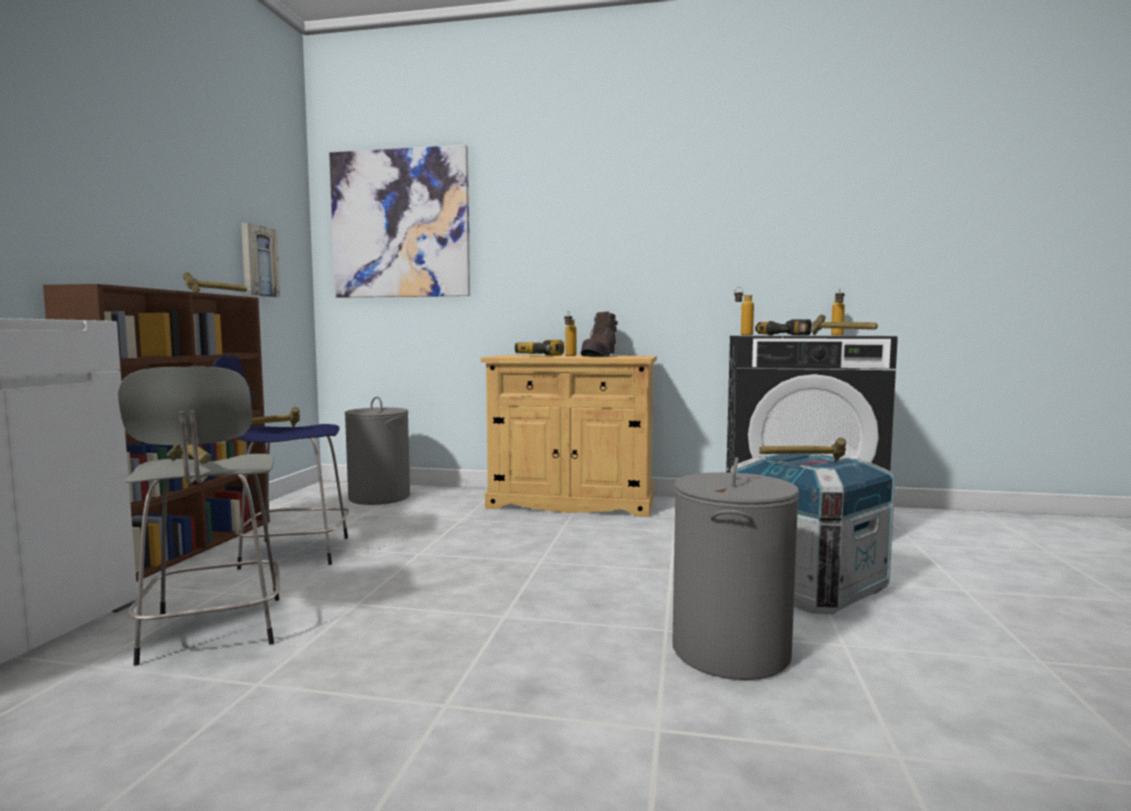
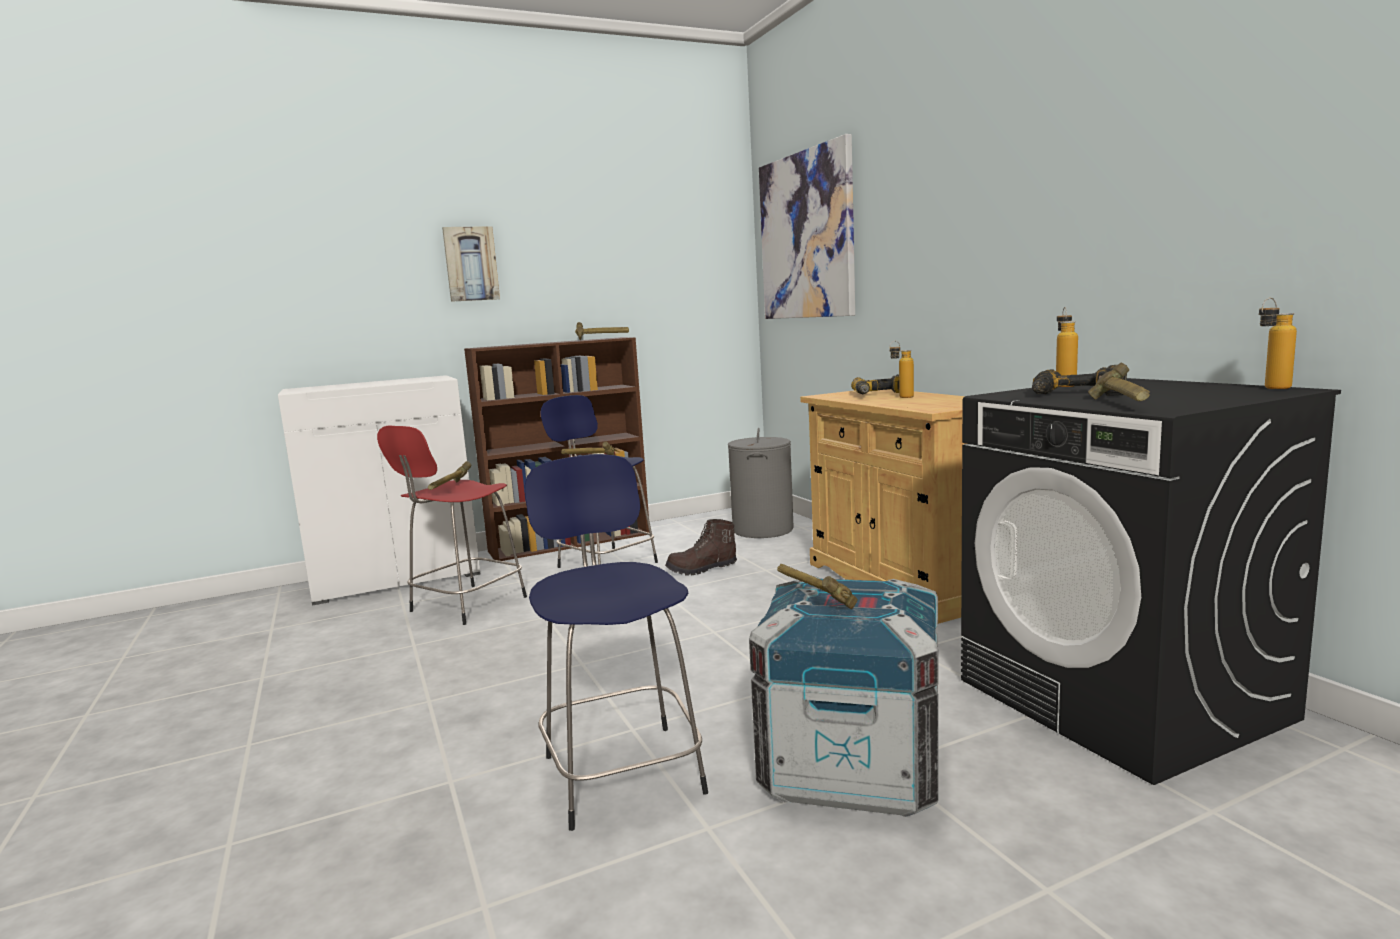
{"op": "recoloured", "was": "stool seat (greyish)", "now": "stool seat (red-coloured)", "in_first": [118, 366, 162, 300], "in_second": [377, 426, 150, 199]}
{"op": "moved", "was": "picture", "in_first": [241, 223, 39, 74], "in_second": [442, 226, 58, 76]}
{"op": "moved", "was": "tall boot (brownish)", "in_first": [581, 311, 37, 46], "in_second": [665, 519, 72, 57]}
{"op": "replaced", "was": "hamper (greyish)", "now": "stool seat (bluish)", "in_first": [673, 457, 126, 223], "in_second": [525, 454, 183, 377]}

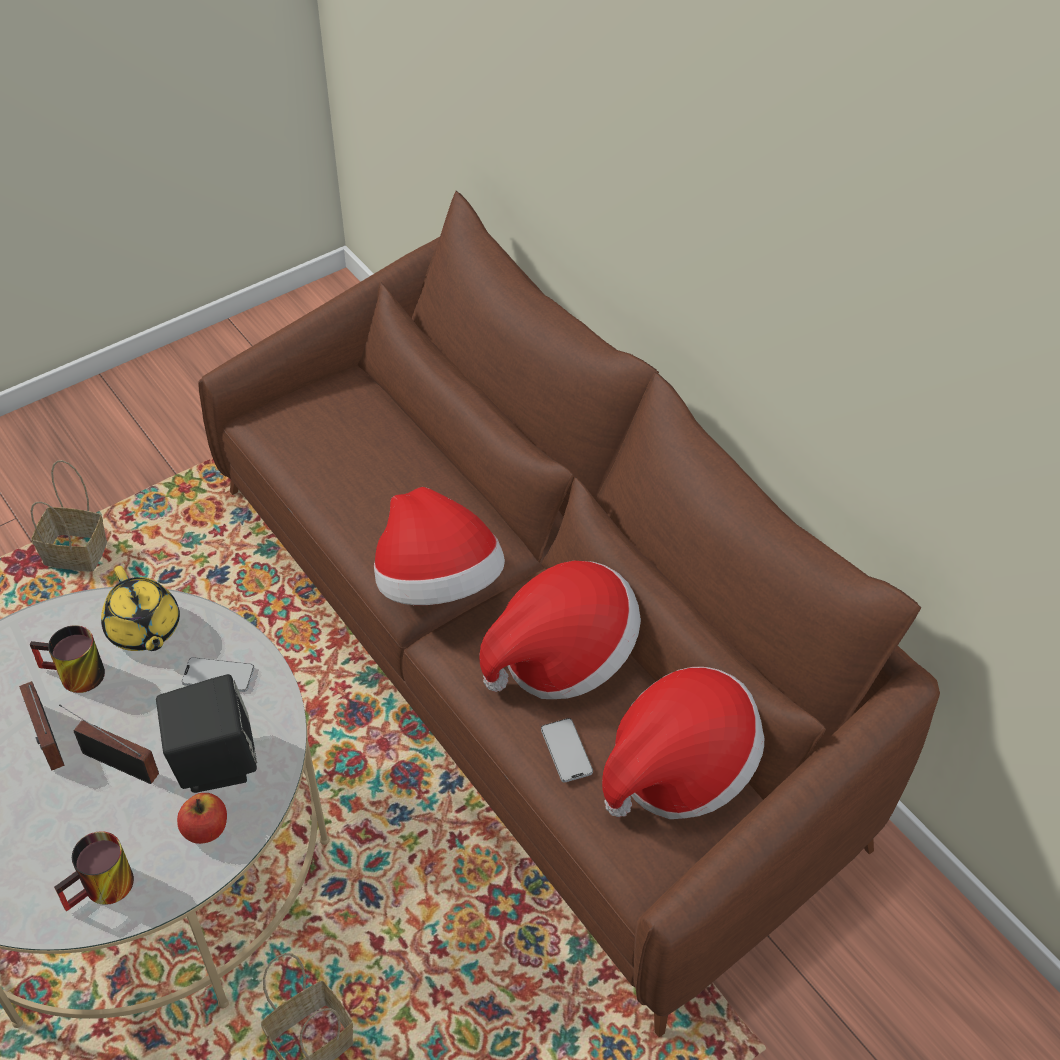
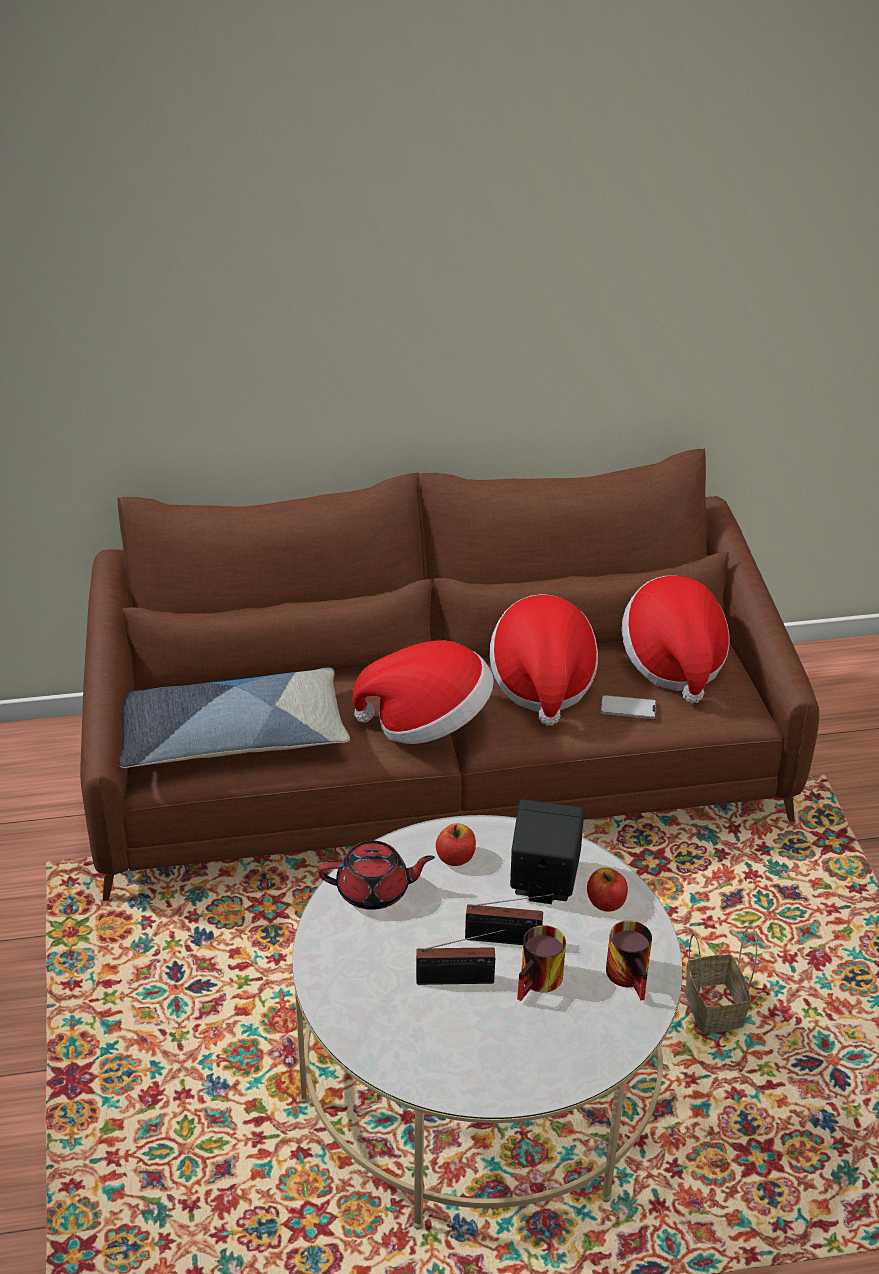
{"op": "removed", "was": "basket", "in_first": [30, 460, 77, 112]}
{"op": "moved", "was": "mug", "in_first": [30, 625, 75, 68], "in_second": [517, 925, 49, 76]}
{"op": "turned", "was": "radio set", "in_first": [59, 705, 100, 79], "in_second": [465, 894, 89, 51], "clockwise": -135}
{"op": "recoloured", "was": "teapot (yellow-coloured)", "now": "teapot (red-coloured)", "in_first": [101, 566, 79, 85], "in_second": [318, 841, 117, 69]}
{"op": "replaced", "was": "telephone", "now": "apple fruit", "in_first": [182, 657, 72, 35], "in_second": [436, 824, 40, 42]}
{"op": "added", "now": "pillow", "in_second": [119, 668, 231, 100]}

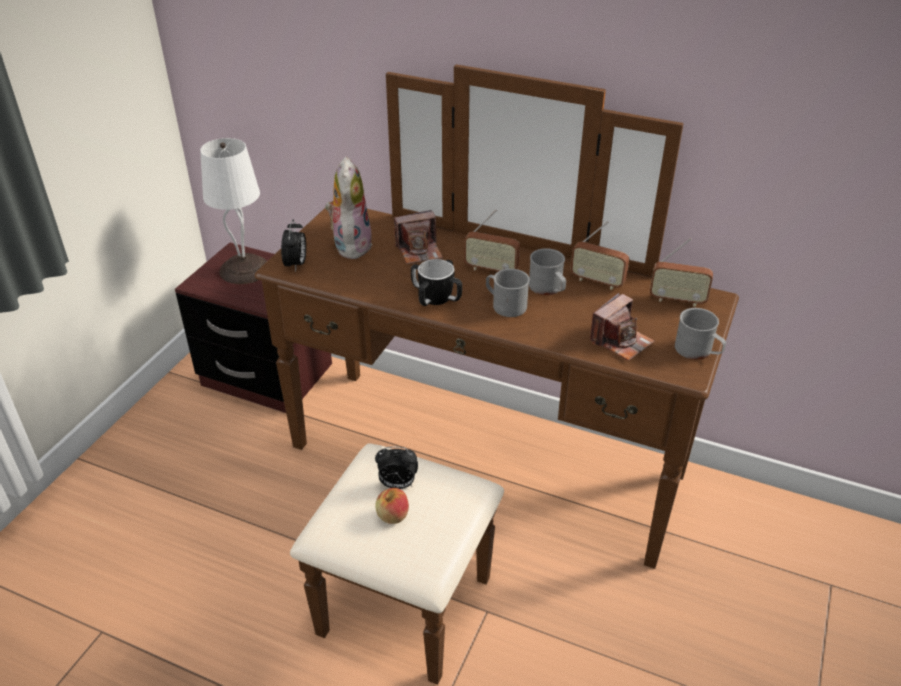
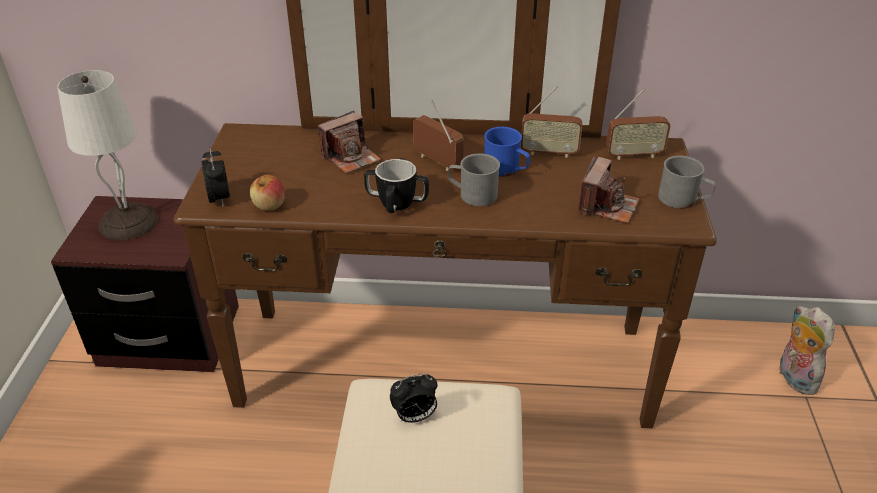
{"op": "moved", "was": "soft toy", "in_first": [325, 157, 47, 102], "in_second": [779, 305, 56, 90]}
{"op": "moved", "was": "apple fruit", "in_first": [375, 488, 34, 36], "in_second": [250, 174, 35, 37]}
{"op": "turned", "was": "radio set", "in_first": [464, 209, 56, 62], "in_second": [413, 100, 51, 71], "clockwise": -135}
{"op": "recoloured", "was": "mug (greyish)", "now": "mug (bluish)", "in_first": [529, 248, 37, 47], "in_second": [484, 127, 46, 50]}

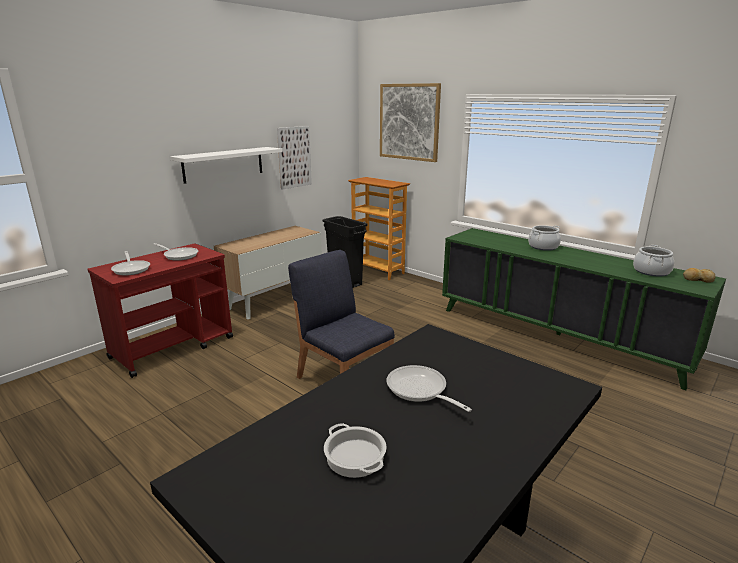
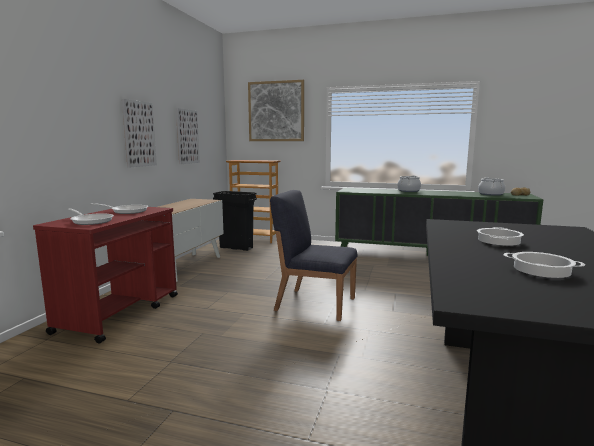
{"op": "replaced", "was": "wall shelf (white-coloured)", "now": "picture", "in_first": [170, 147, 113, 37], "in_second": [122, 99, 35, 69]}
{"op": "replaced", "was": "pan", "now": "stockpot", "in_first": [387, 365, 85, 47], "in_second": [477, 227, 47, 19]}

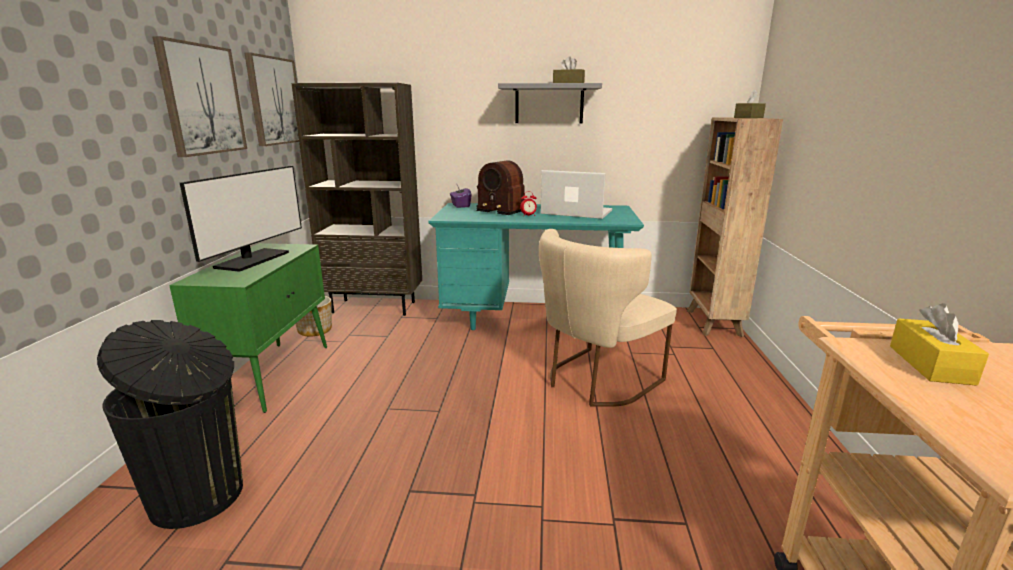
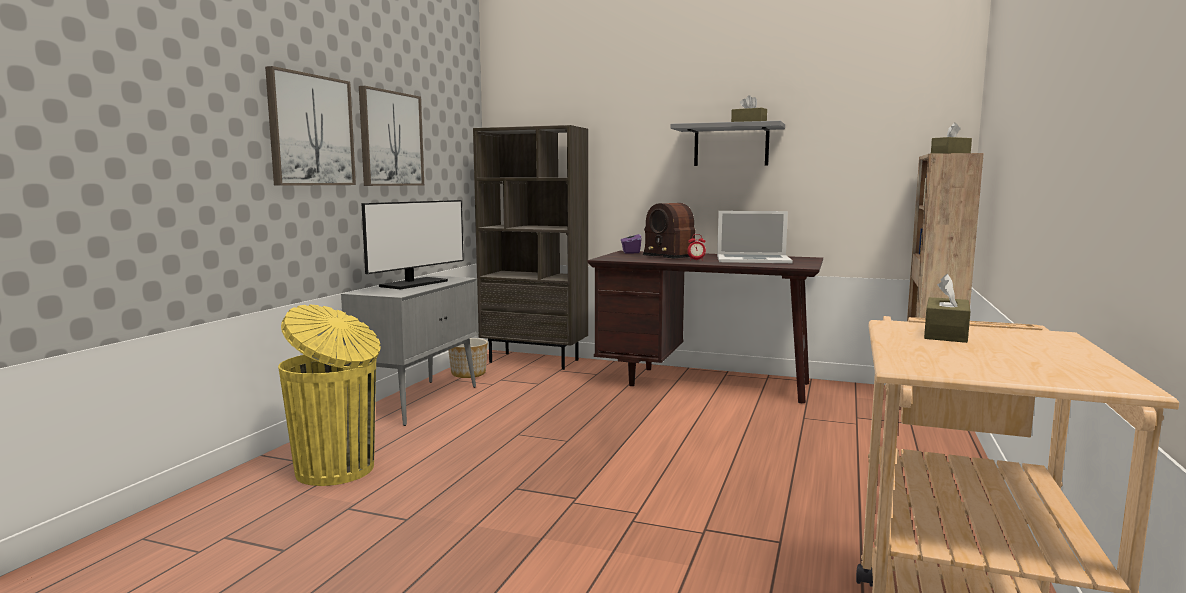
{"op": "recoloured", "was": "rubbish bin (blackish)", "now": "rubbish bin (yellow-coloured)", "in_first": [97, 320, 146, 209], "in_second": [278, 305, 103, 181]}
{"op": "recoloured", "was": "storage cabinet (greenish)", "now": "storage cabinet (greyish)", "in_first": [169, 243, 158, 170], "in_second": [341, 275, 138, 151]}
{"op": "moved", "was": "picture", "in_first": [245, 52, 54, 94], "in_second": [265, 66, 91, 120]}
{"op": "recoloured", "was": "desk table (turquoise-coloured)", "now": "desk table (brownish)", "in_first": [428, 203, 216, 127], "in_second": [587, 251, 236, 152]}
{"op": "removed", "was": "plain chair (beige)", "in_first": [539, 229, 138, 178]}
{"op": "turned", "was": "laptop", "in_first": [541, 170, 71, 49], "in_second": [717, 211, 76, 52], "clockwise": 150}
{"op": "recoloured", "was": "tissue box (yellow-coloured)", "now": "tissue box (brownish)", "in_first": [890, 303, 99, 83], "in_second": [924, 274, 46, 69]}

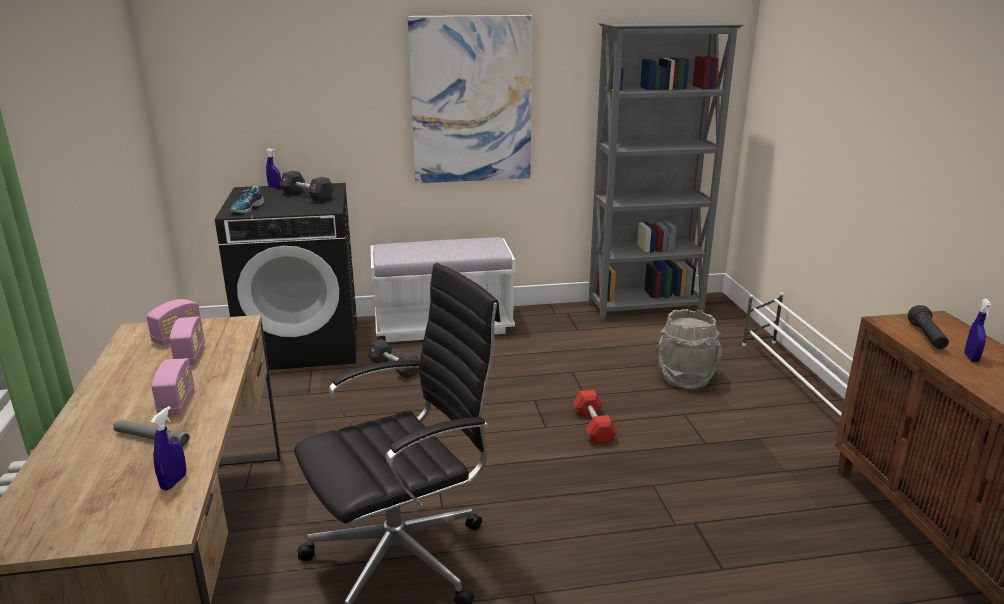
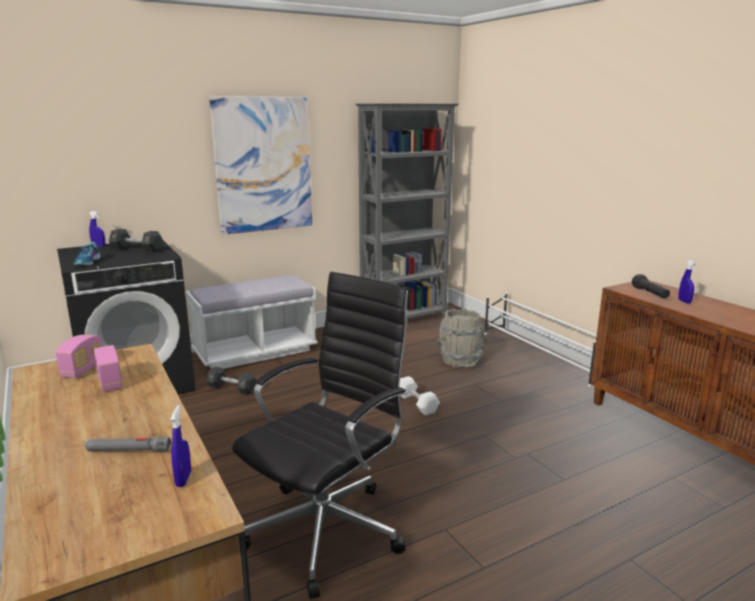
{"op": "removed", "was": "radio set", "in_first": [151, 358, 43, 58]}
{"op": "recoloured", "was": "free weight (red-coloured)", "now": "free weight (white-coloured)", "in_first": [573, 390, 45, 54], "in_second": [399, 376, 41, 40]}

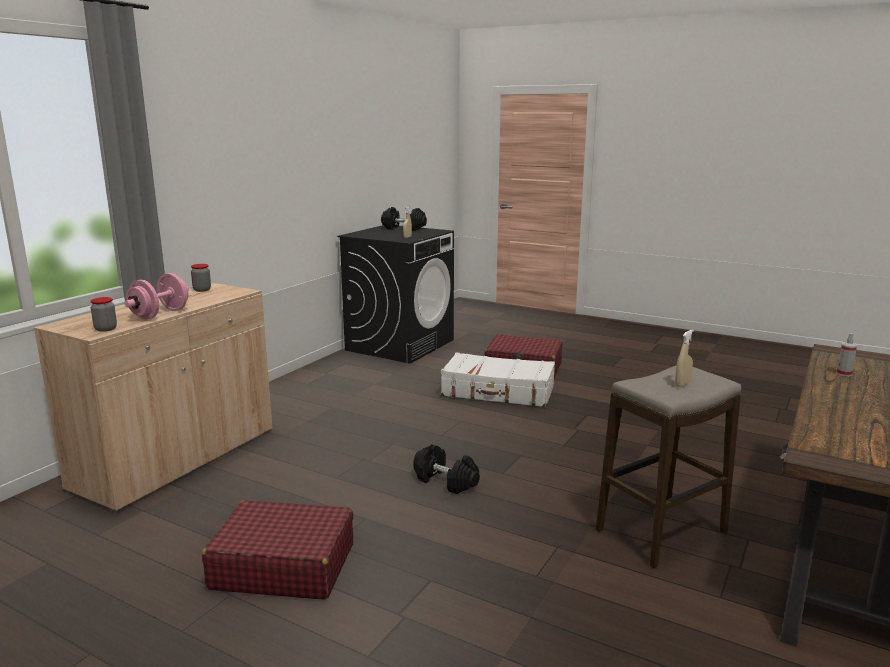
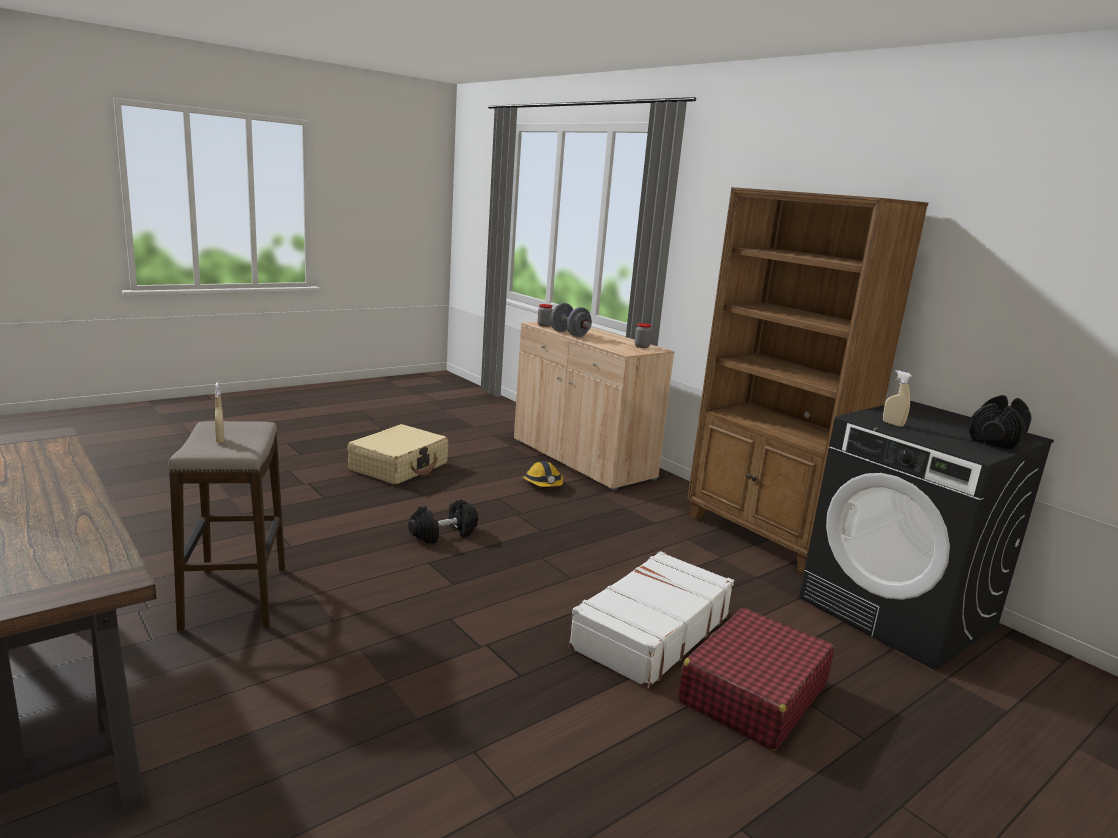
{"op": "recoloured", "was": "free weight (pinkish)", "now": "free weight (greyish)", "in_first": [125, 273, 64, 47], "in_second": [550, 303, 42, 34]}
{"op": "recoloured", "was": "travel case (red-coloured)", "now": "travel case (beige)", "in_first": [202, 501, 151, 98], "in_second": [347, 424, 101, 61]}
{"op": "removed", "was": "hand sprayer", "in_first": [837, 333, 20, 43]}
{"op": "added", "now": "hard hat", "in_second": [523, 461, 40, 26]}
{"op": "added", "now": "bookshelf (brownish)", "in_second": [687, 187, 241, 387]}

